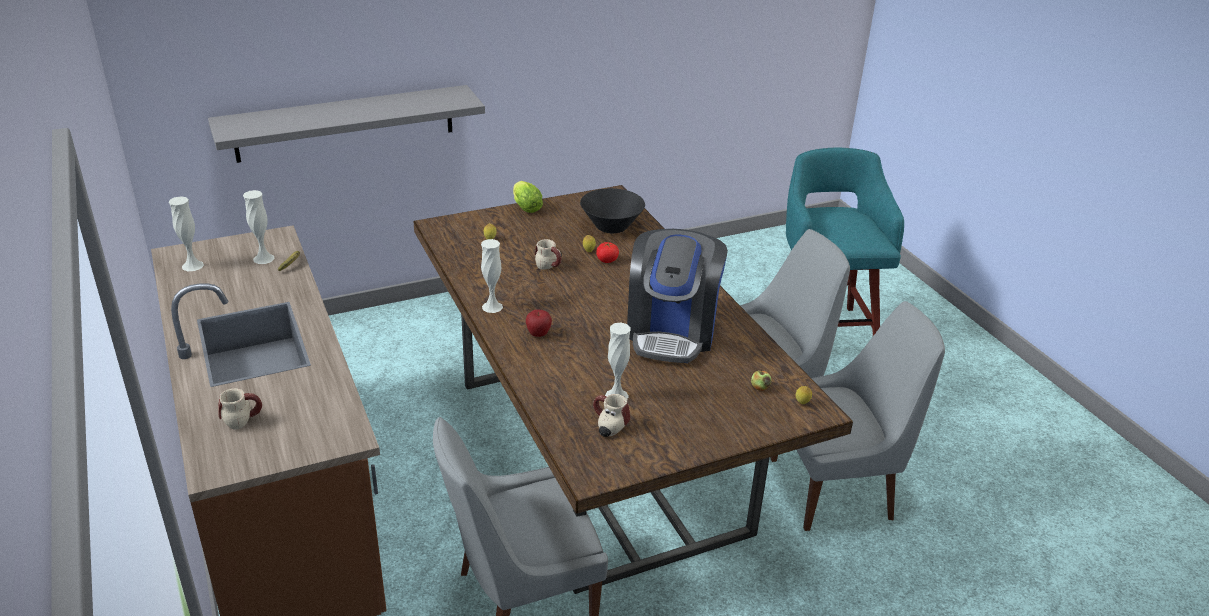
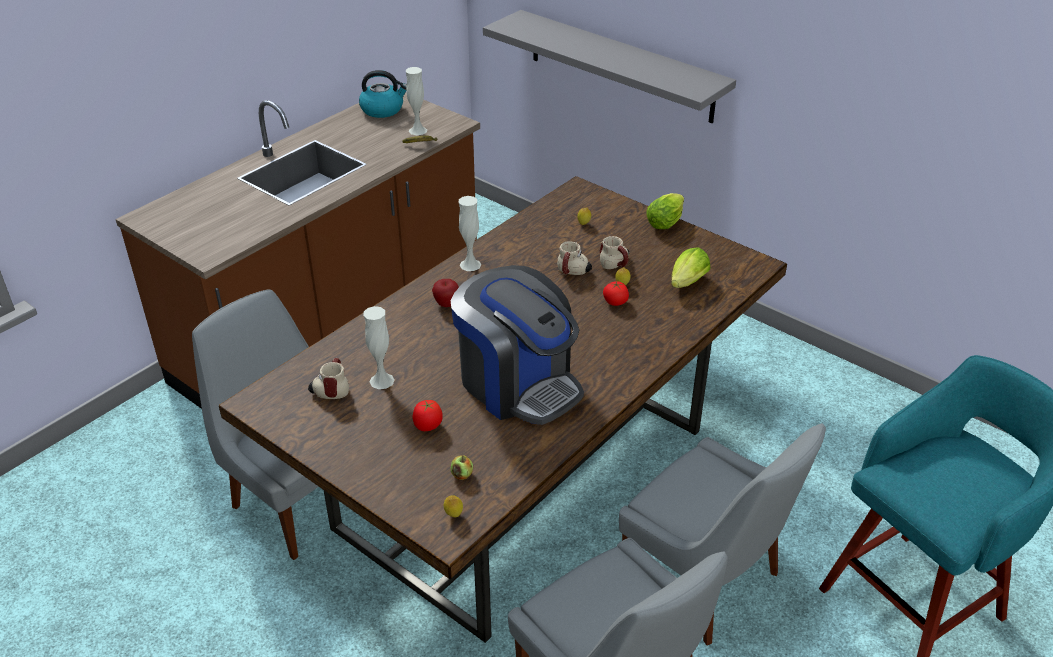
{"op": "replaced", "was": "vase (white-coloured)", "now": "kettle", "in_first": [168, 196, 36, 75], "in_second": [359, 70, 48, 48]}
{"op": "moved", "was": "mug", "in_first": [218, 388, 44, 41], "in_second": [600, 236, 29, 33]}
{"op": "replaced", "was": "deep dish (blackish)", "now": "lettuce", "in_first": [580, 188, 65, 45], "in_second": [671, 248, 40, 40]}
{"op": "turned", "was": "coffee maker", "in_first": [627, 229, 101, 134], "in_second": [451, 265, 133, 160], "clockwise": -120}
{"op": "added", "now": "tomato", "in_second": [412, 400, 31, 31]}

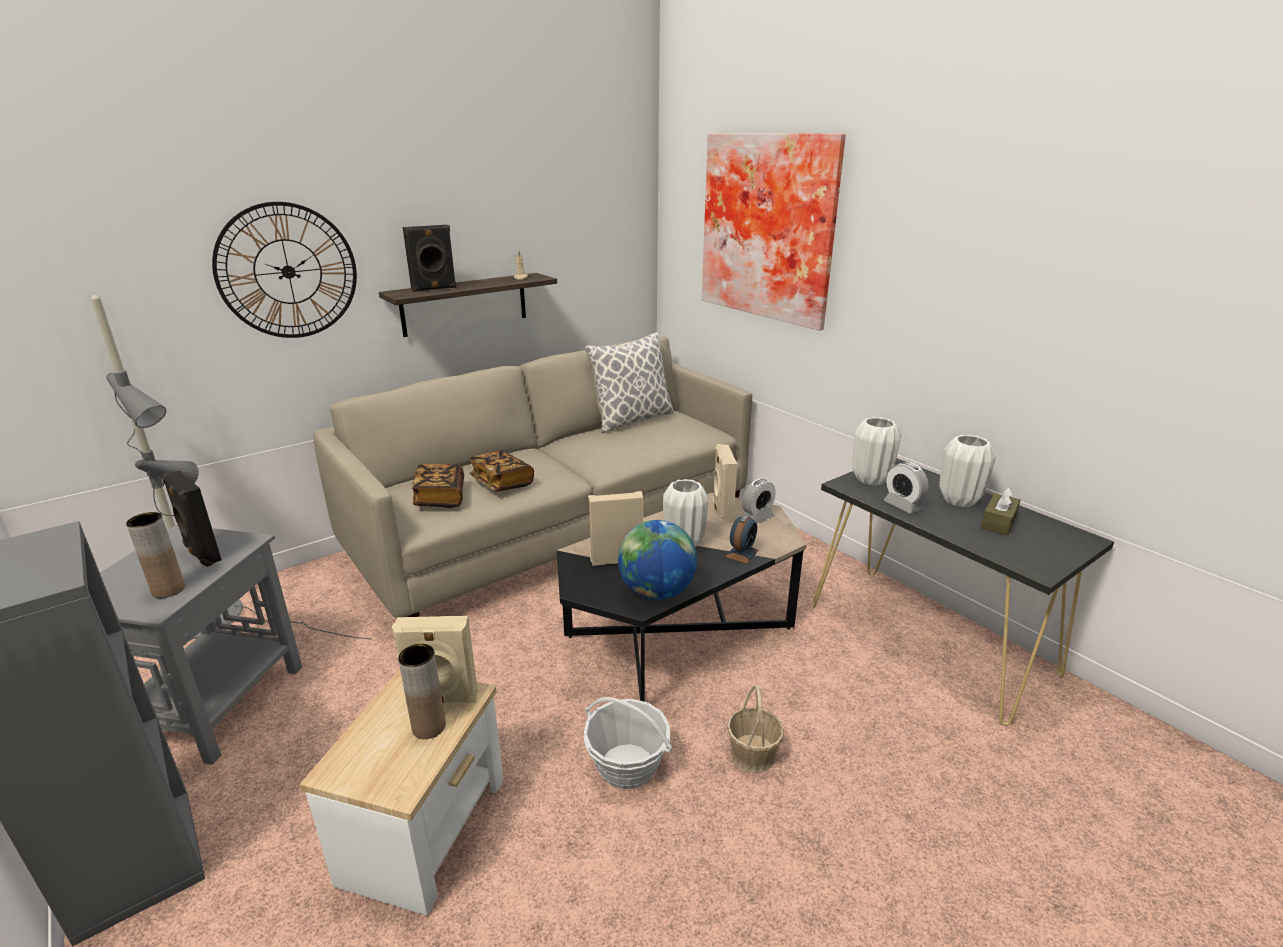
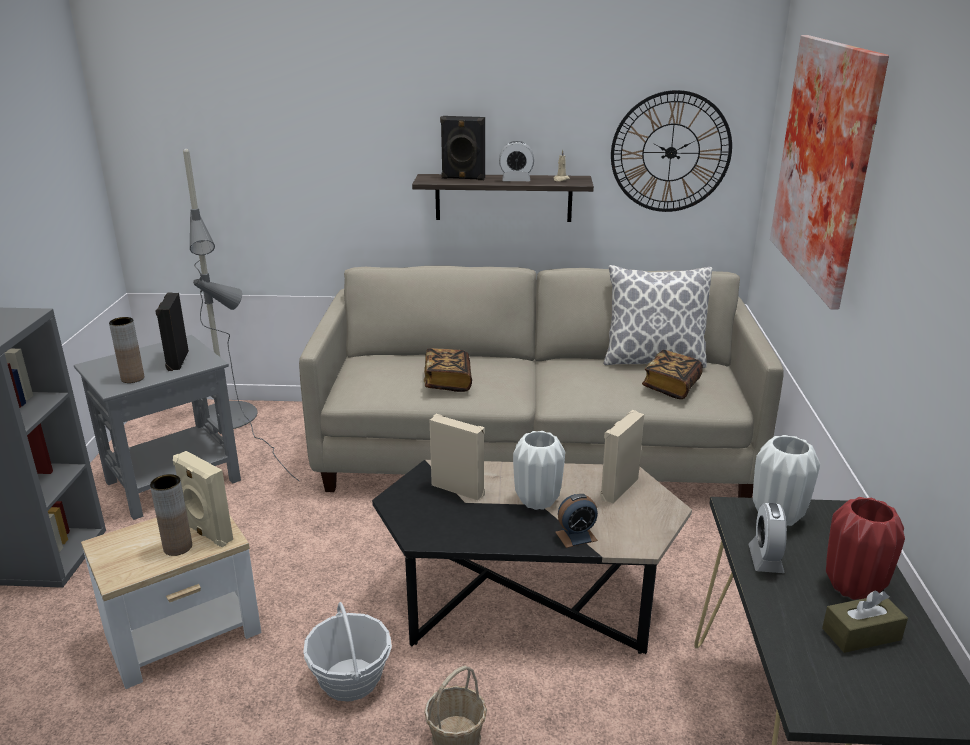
{"op": "moved", "was": "clock on the wall", "in_first": [212, 202, 145, 136], "in_second": [611, 90, 121, 122]}
{"op": "moved", "was": "volume", "in_first": [412, 464, 52, 44], "in_second": [642, 350, 61, 49]}
{"op": "removed", "was": "world globe", "in_first": [618, 520, 79, 80]}
{"op": "moved", "was": "alarm clock", "in_first": [741, 479, 35, 44], "in_second": [499, 141, 35, 40]}
{"op": "recoloured", "was": "vase (white-coloured)", "now": "vase (red-coloured)", "in_first": [939, 435, 57, 72], "in_second": [826, 497, 79, 103]}

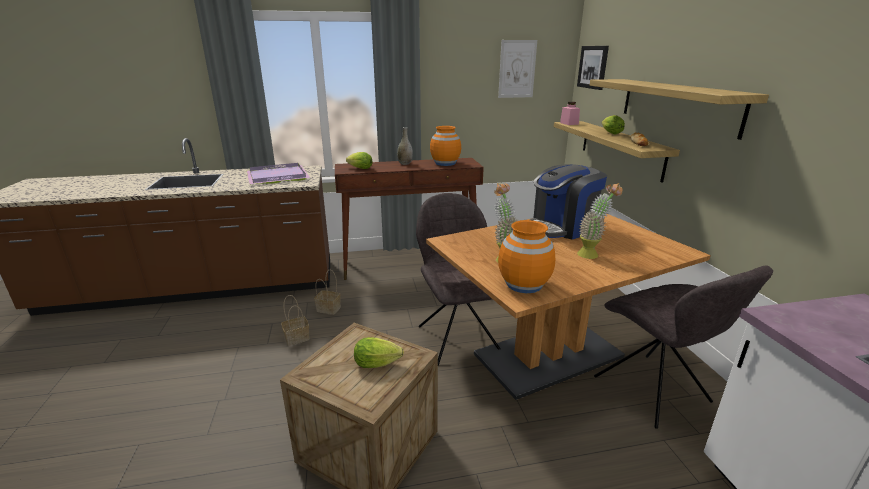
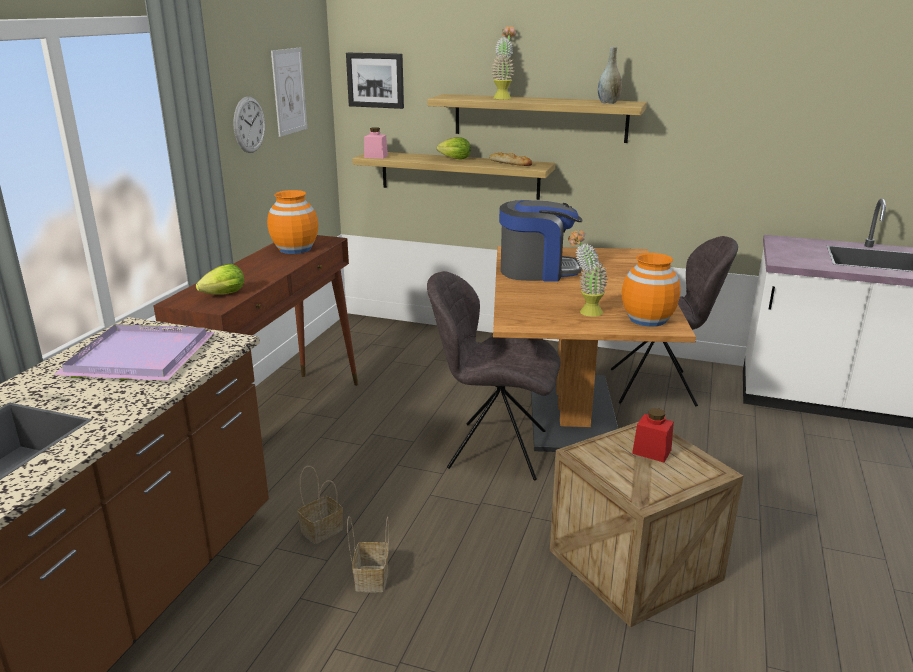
{"op": "replaced", "was": "lettuce", "now": "preserve jar (red-coloured)", "in_first": [354, 337, 50, 31], "in_second": [632, 408, 42, 54]}
{"op": "moved", "was": "vase (greyish)", "in_first": [397, 127, 16, 38], "in_second": [598, 47, 24, 57]}
{"op": "turned", "was": "coffee maker", "in_first": [530, 164, 77, 76], "in_second": [499, 200, 84, 81], "clockwise": -90}
{"op": "moved", "was": "potted plant", "in_first": [577, 183, 46, 76], "in_second": [491, 26, 25, 73]}
{"op": "added", "now": "clock on the wall", "in_second": [233, 97, 32, 56]}

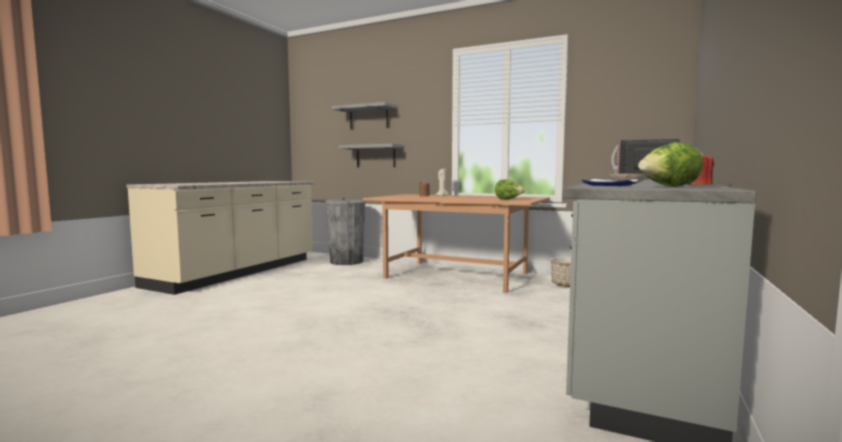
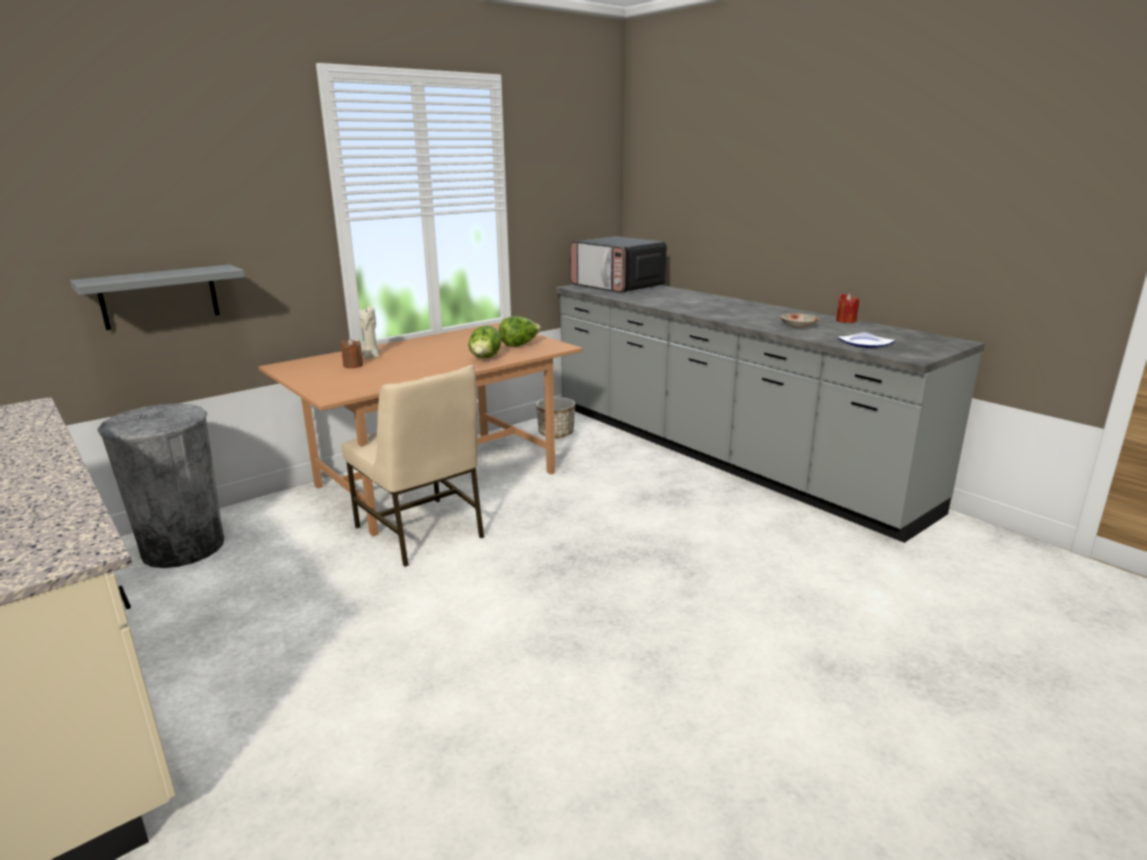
{"op": "removed", "was": "wall shelf (greyish)", "in_first": [332, 102, 64, 28]}
{"op": "moved", "was": "lettuce", "in_first": [638, 142, 65, 45], "in_second": [468, 325, 33, 33]}
{"op": "added", "now": "plain chair (beige)", "in_second": [342, 365, 142, 202]}

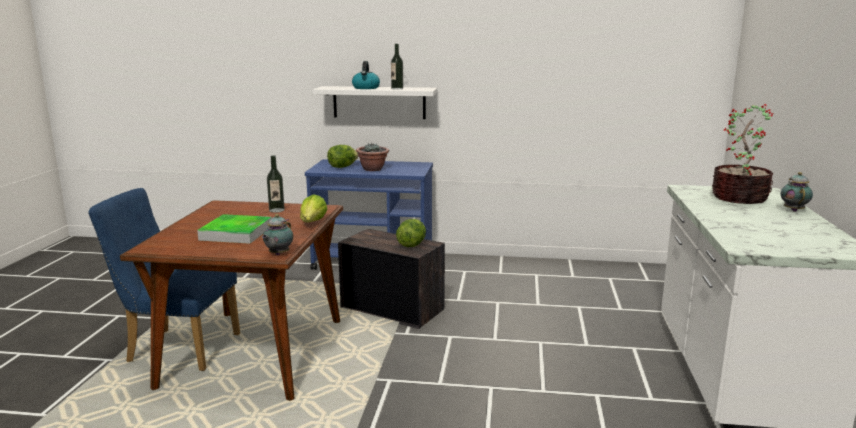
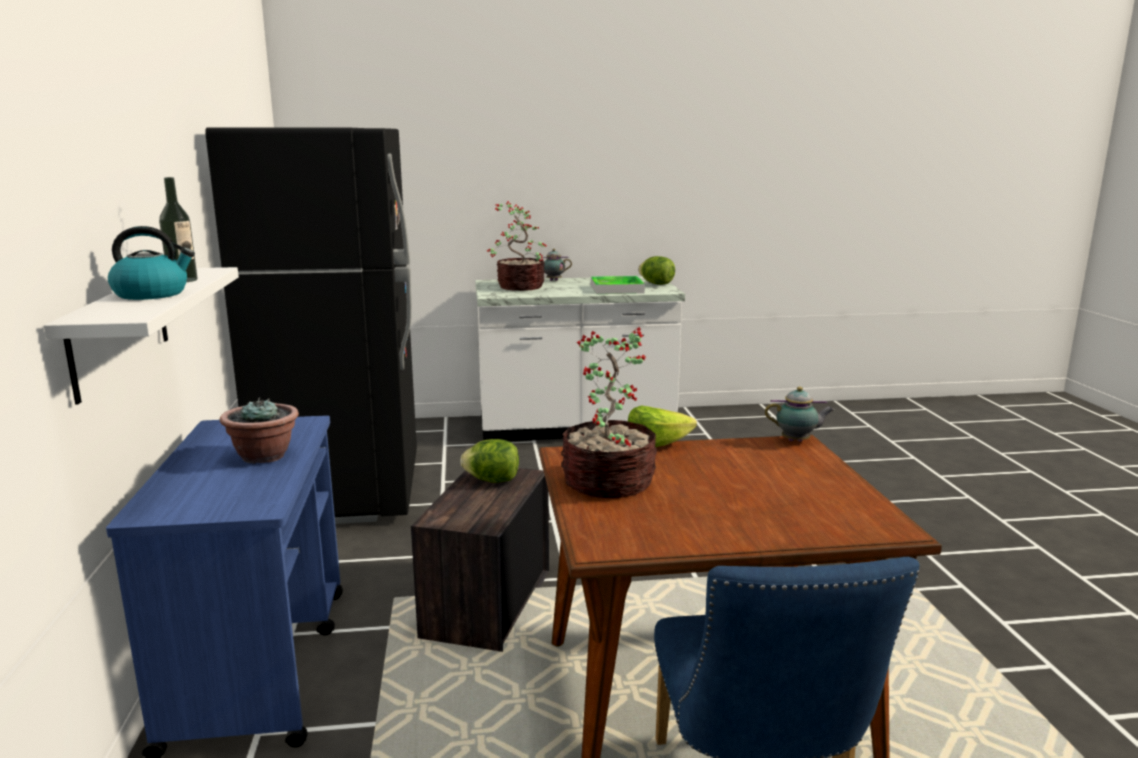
{"op": "moved", "was": "serving tray", "in_first": [197, 214, 75, 30], "in_second": [591, 276, 54, 18]}
{"op": "replaced", "was": "beverage bottle", "now": "potted plant", "in_first": [267, 155, 18, 58], "in_second": [561, 327, 96, 171]}
{"op": "moved", "was": "lettuce", "in_first": [327, 145, 31, 23], "in_second": [638, 256, 37, 29]}
{"op": "added", "now": "fridge (blackish)", "in_second": [205, 128, 212, 396]}

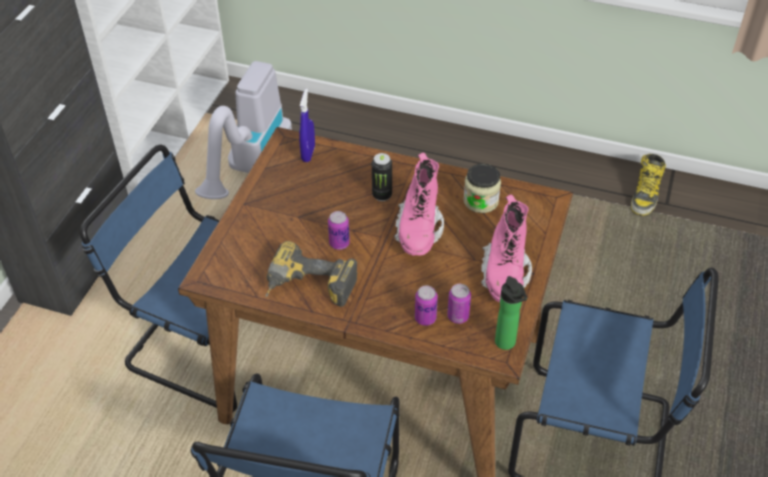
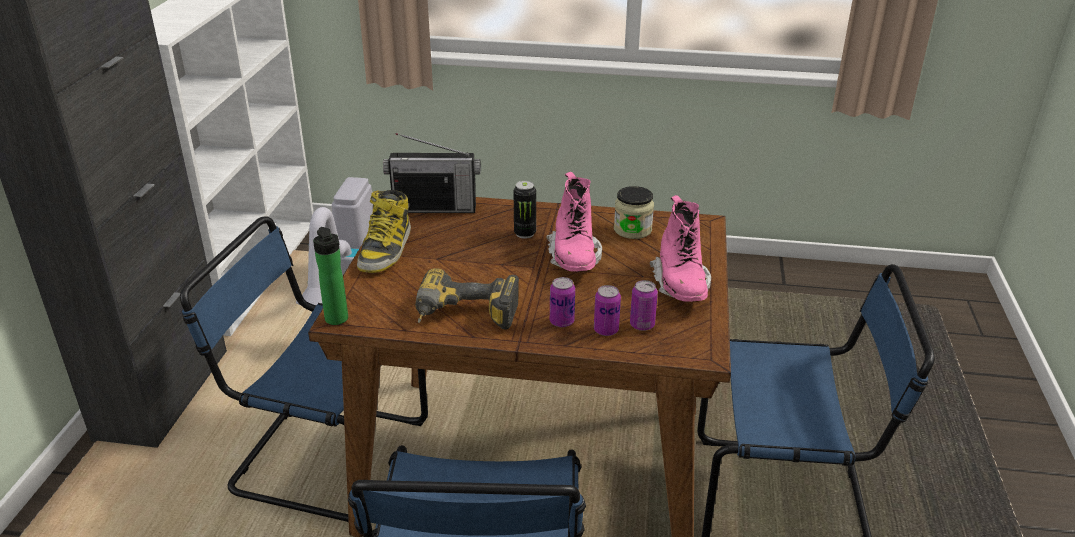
{"op": "replaced", "was": "hand sprayer (bluish)", "now": "radio set", "in_first": [299, 89, 16, 73], "in_second": [383, 133, 98, 80]}
{"op": "moved", "was": "can", "in_first": [328, 211, 22, 39], "in_second": [550, 277, 25, 50]}
{"op": "moved", "was": "beverage bottle", "in_first": [495, 276, 32, 74], "in_second": [313, 227, 35, 98]}
{"op": "moved", "was": "tall boot", "in_first": [631, 154, 35, 62], "in_second": [357, 190, 54, 83]}

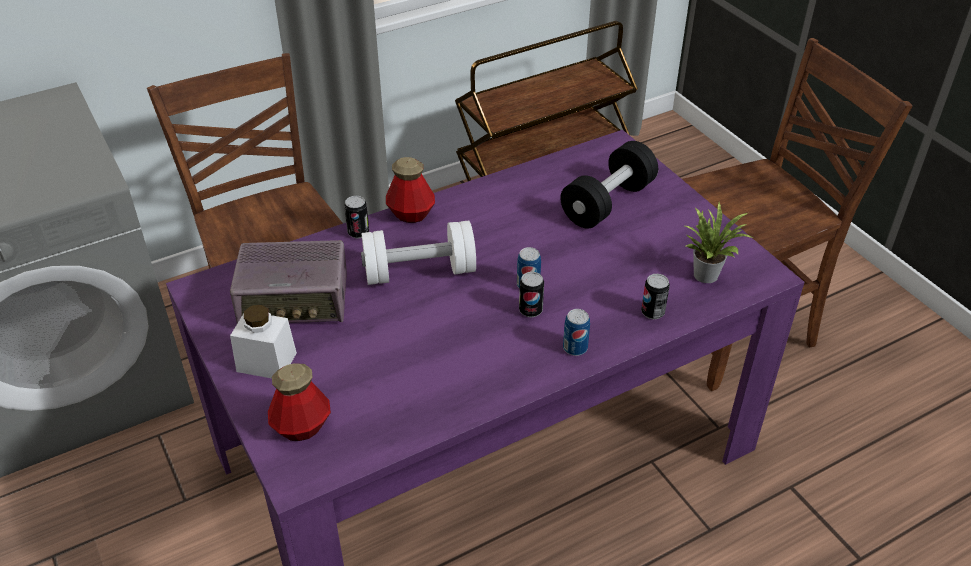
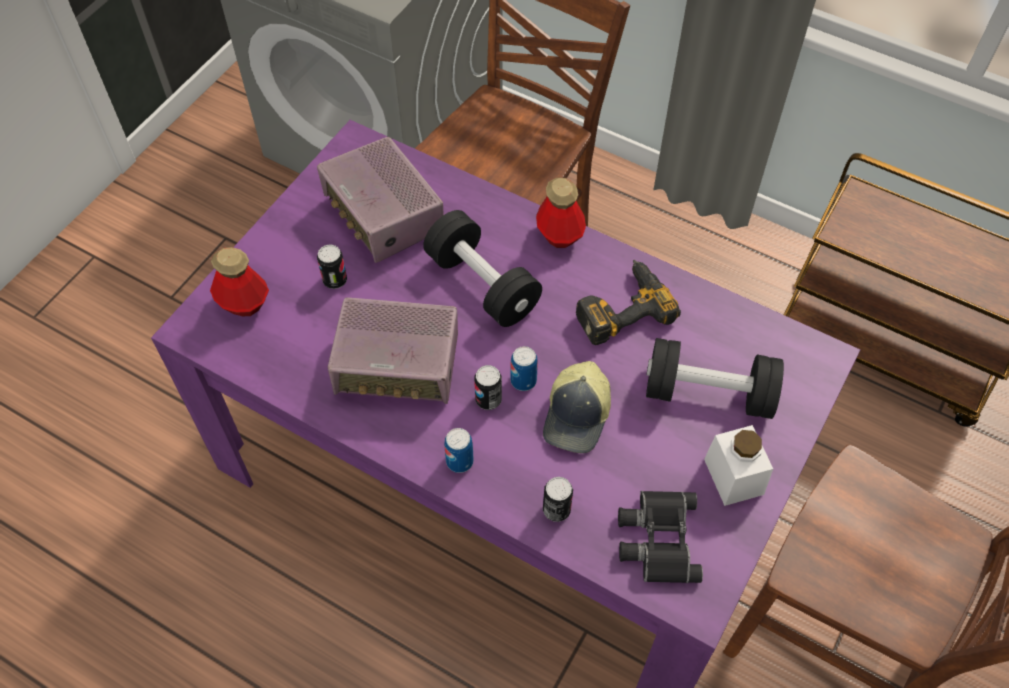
{"op": "moved", "was": "preserve jar (white-coloured)", "in_first": [230, 305, 67, 74], "in_second": [704, 425, 69, 81]}
{"op": "moved", "was": "can", "in_first": [344, 196, 25, 42], "in_second": [317, 244, 30, 45]}
{"op": "recoloured", "was": "free weight (white-coloured)", "now": "free weight (blackish)", "in_first": [361, 221, 115, 64], "in_second": [423, 210, 119, 117]}
{"op": "replaced", "was": "potted plant", "now": "binoculars (blackish)", "in_first": [685, 202, 68, 81], "in_second": [618, 491, 85, 92]}
{"op": "added", "now": "radio set", "in_second": [328, 297, 130, 107]}
{"op": "added", "now": "cap", "in_second": [543, 361, 68, 92]}
{"op": "added", "now": "drill", "in_second": [576, 260, 105, 85]}

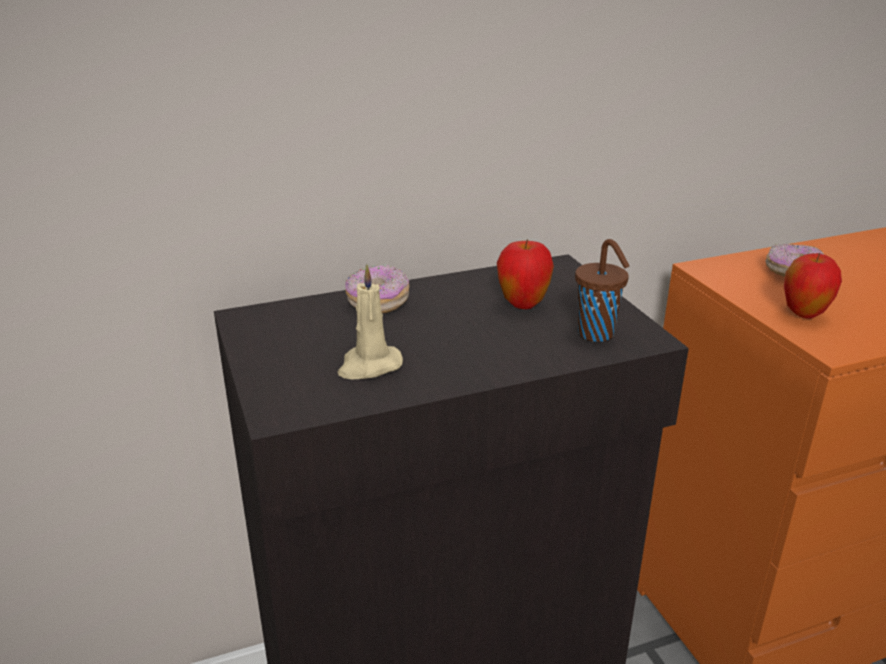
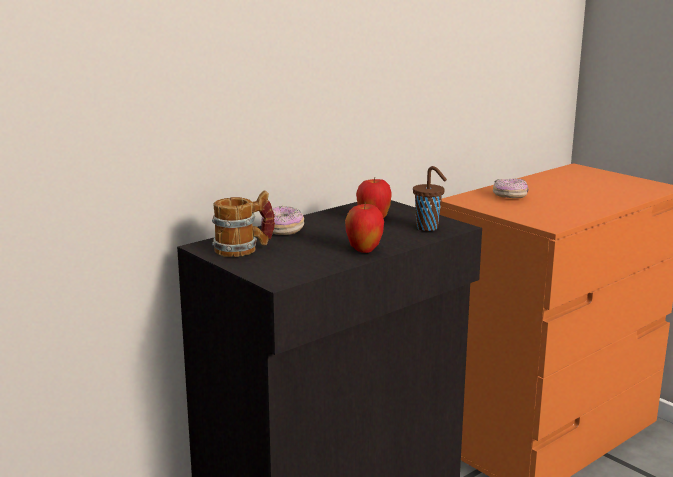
{"op": "removed", "was": "candle (beige)", "in_first": [338, 264, 65, 115]}
{"op": "moved", "was": "apple fruit", "in_first": [784, 253, 58, 66], "in_second": [345, 202, 39, 51]}
{"op": "added", "now": "mug", "in_second": [212, 191, 63, 66]}

